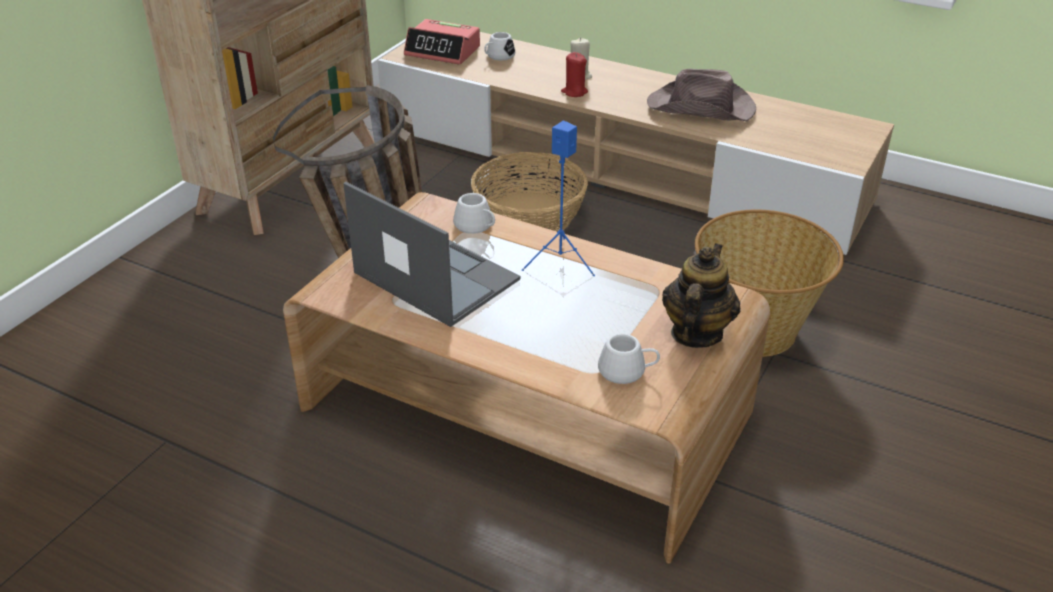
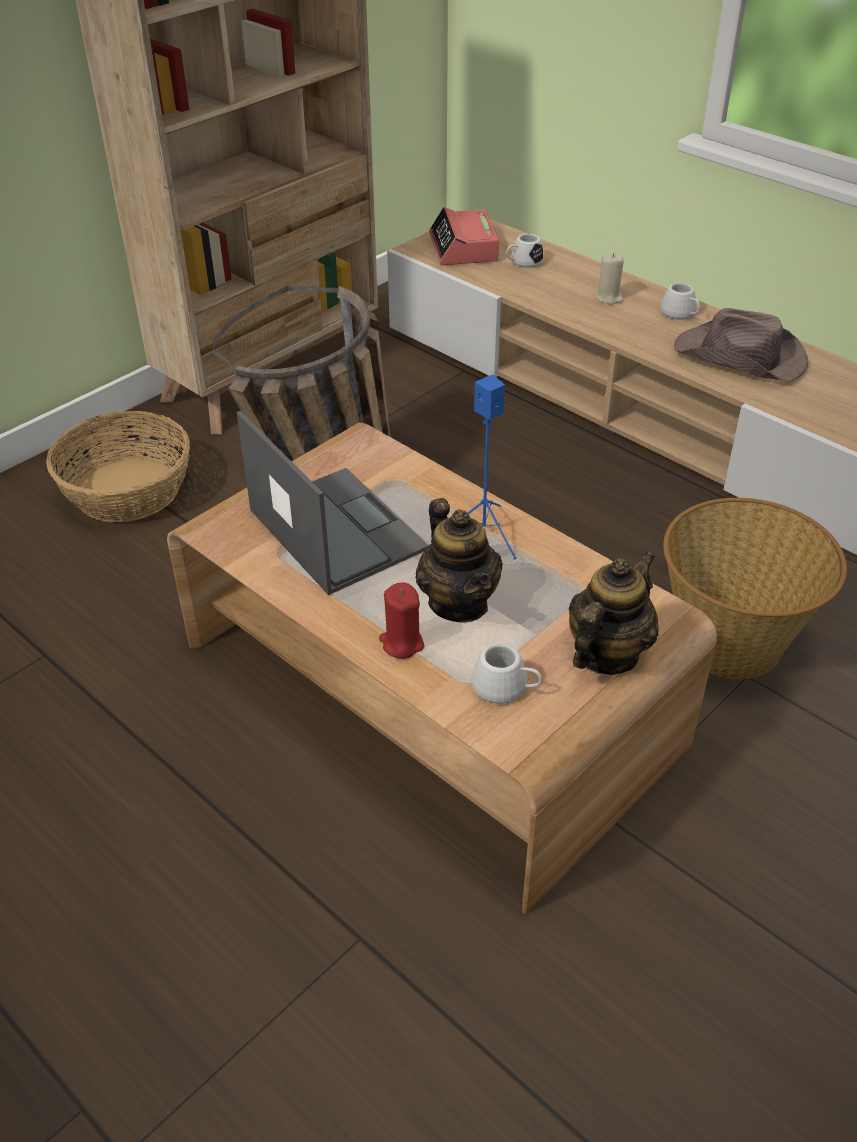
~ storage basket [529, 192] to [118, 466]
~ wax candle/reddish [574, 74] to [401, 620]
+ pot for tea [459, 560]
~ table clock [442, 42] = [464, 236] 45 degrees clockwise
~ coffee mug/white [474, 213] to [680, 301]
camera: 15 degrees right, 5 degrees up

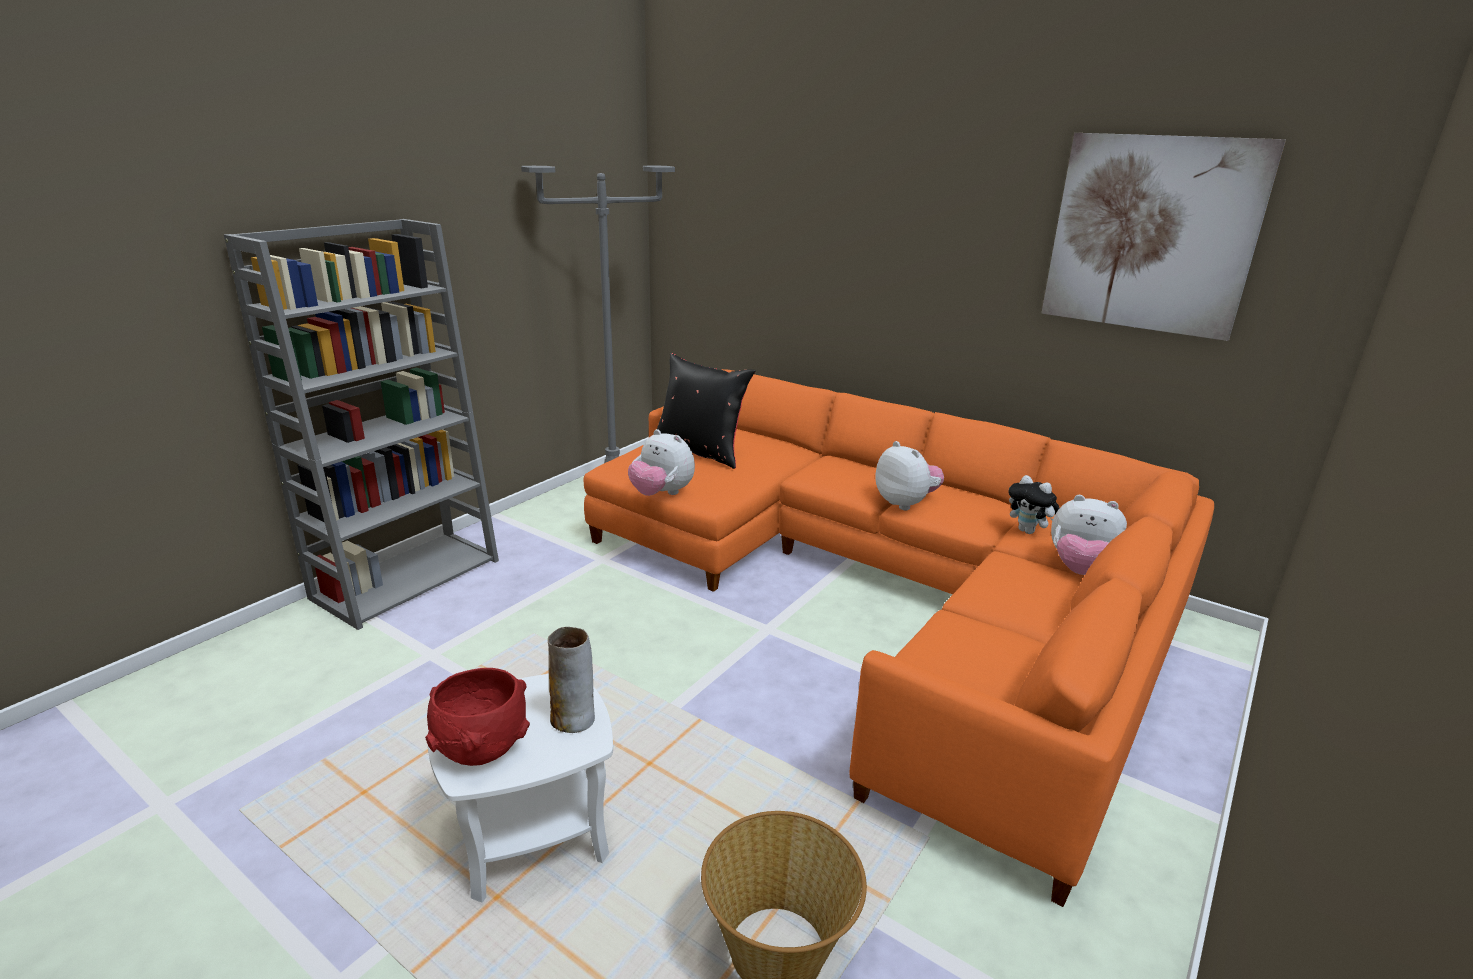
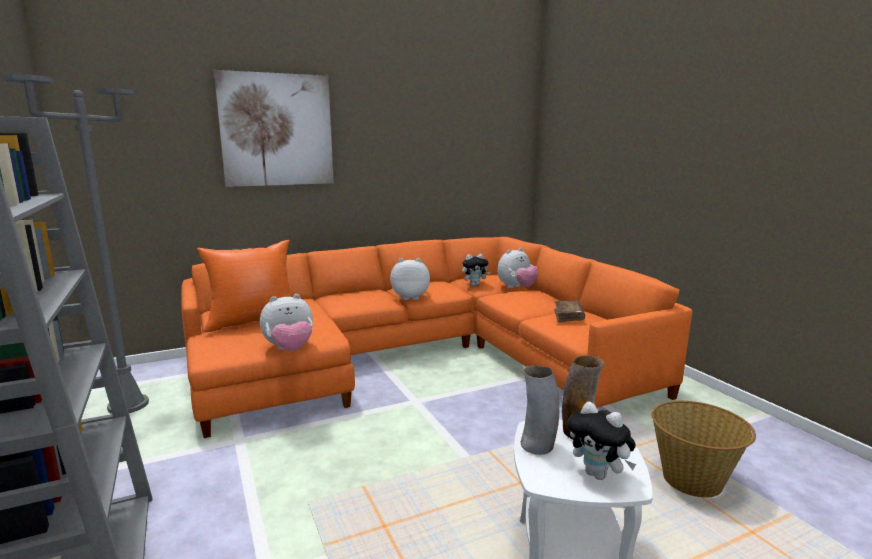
~ cushion/black-coloured [704, 411] to cushion/orange-coloured [244, 286]
~ wall art [1163, 237] to [274, 128]
+ decorative vase [540, 410]
+ book/brown [569, 311]
~ serving bowl/reddish [477, 717] to soft toy [602, 441]
camera: 60 degrees left, 10 degrees down

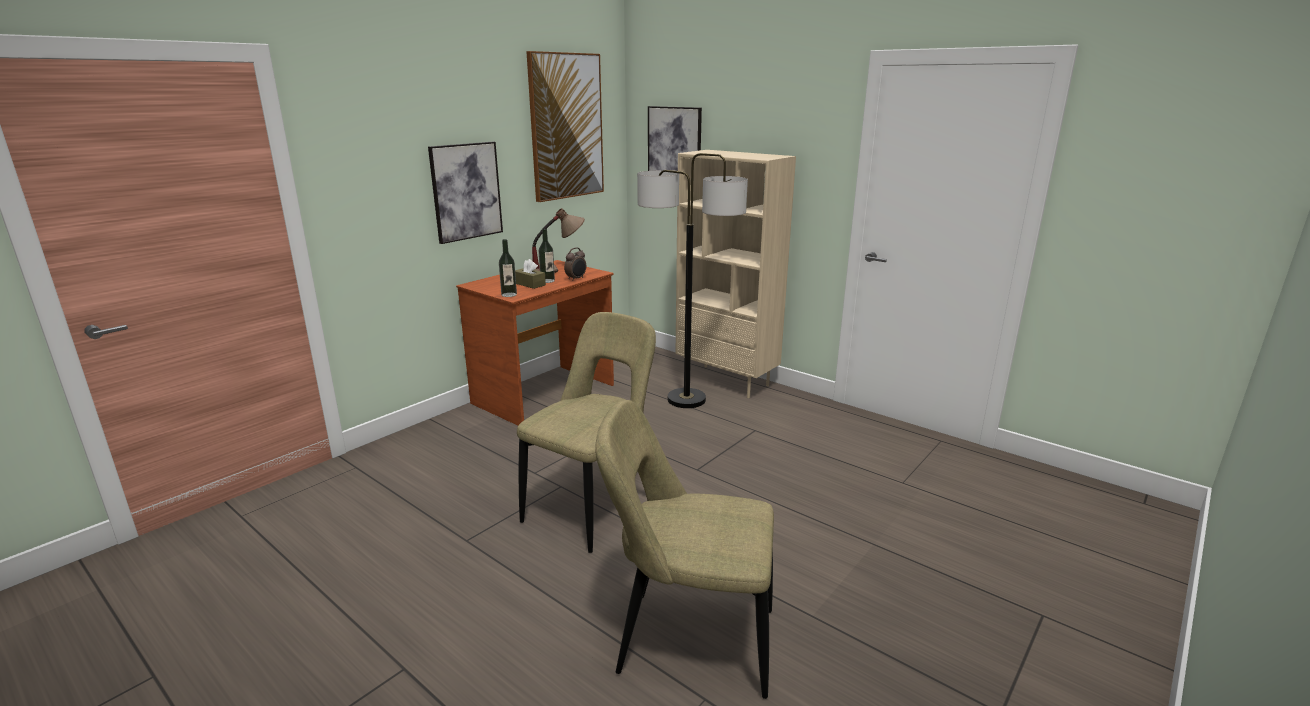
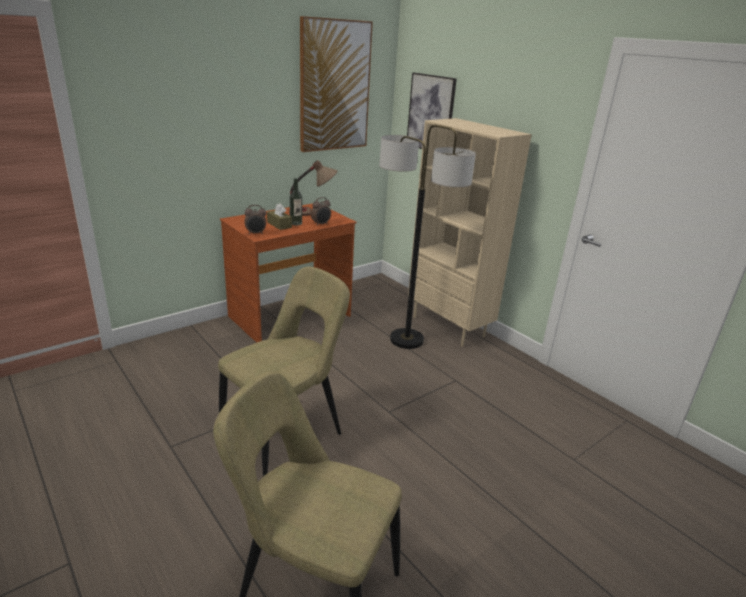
~ drink bottle [508, 268] to table clock [255, 220]
- wall art [465, 193]
camera: 10 degrees right, 5 degrees up

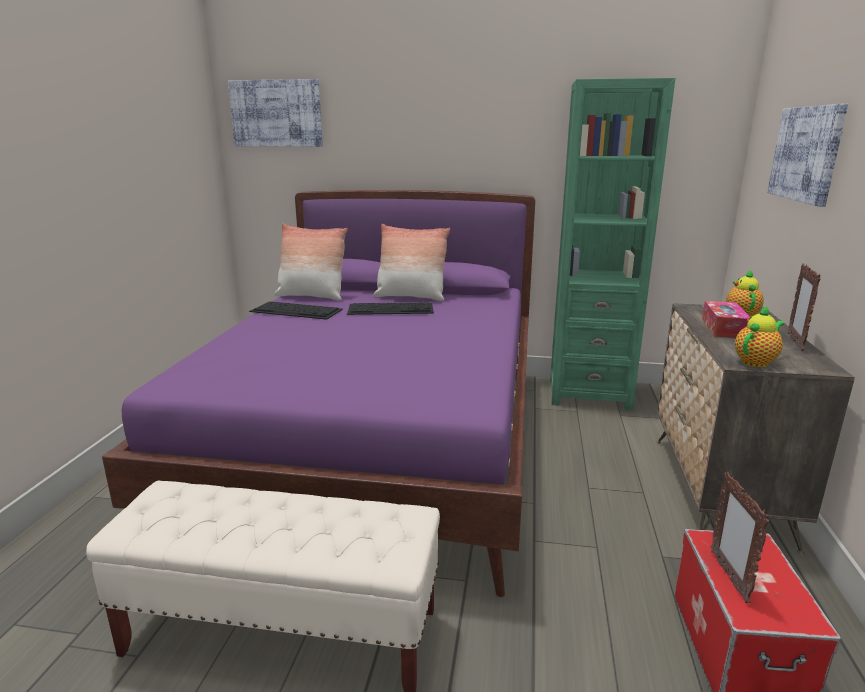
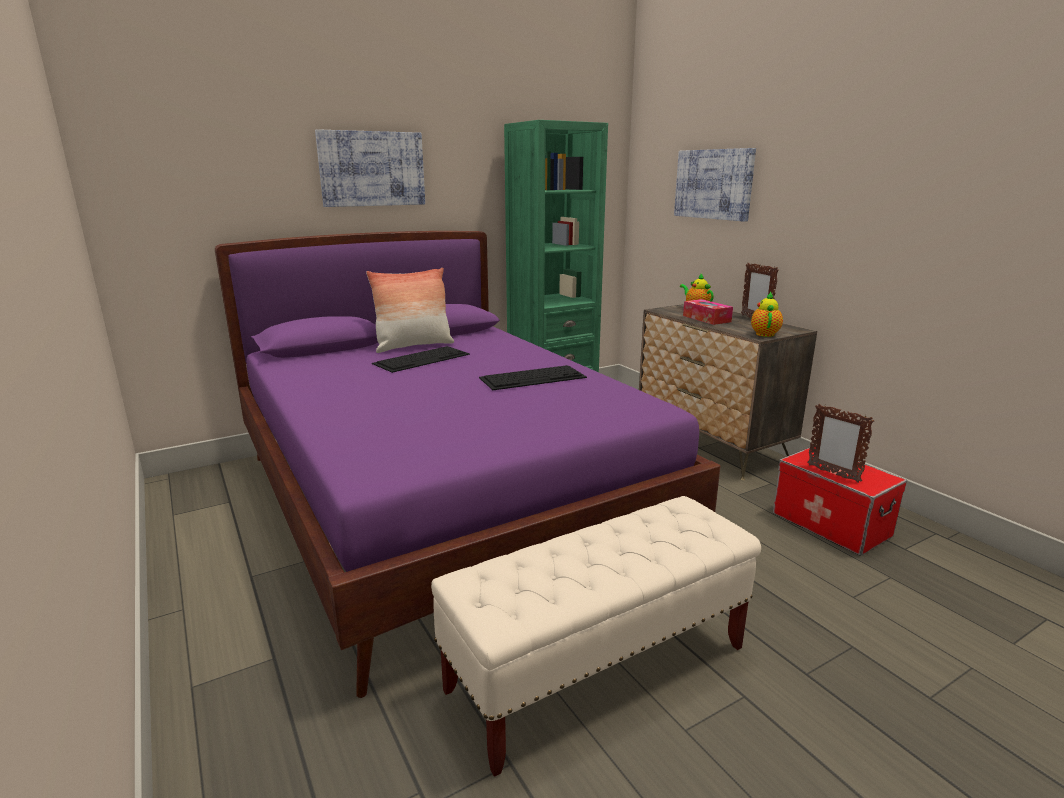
~ wall art [275, 113] to [370, 168]
~ PC keyboard [296, 310] to [533, 377]
- cushion [311, 262]
camera: 40 degrees left, 0 degrees up

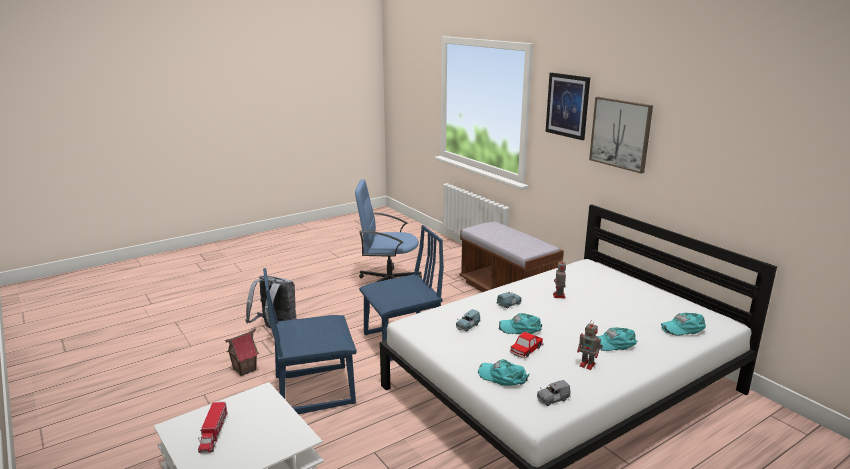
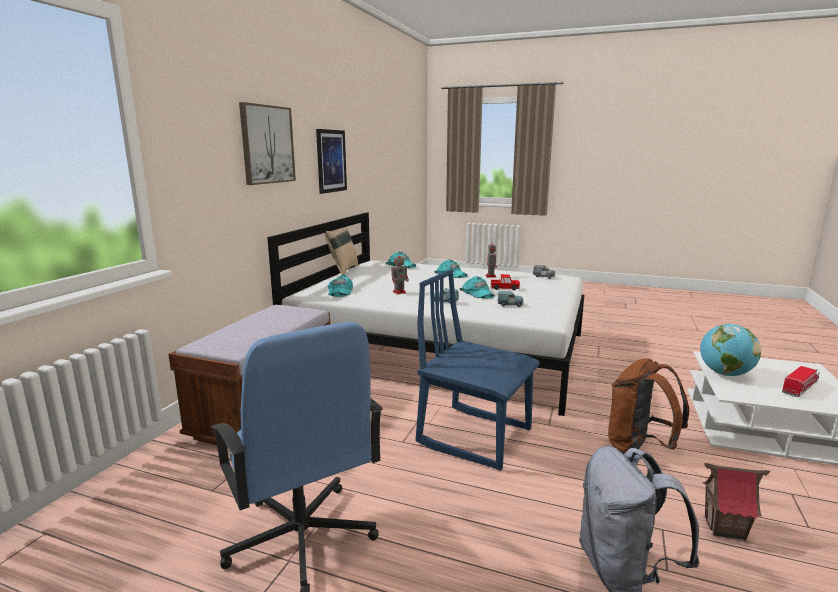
~ wall art [567, 106] to [331, 161]
+ cushion/beige [341, 251]
~ peaked cap/turquoise [504, 372] to [340, 286]
~ chair/blue [310, 341] to knapsack/brown [648, 406]
+ desk globe [730, 350]
camera: 125 degrees left, 5 degrees down

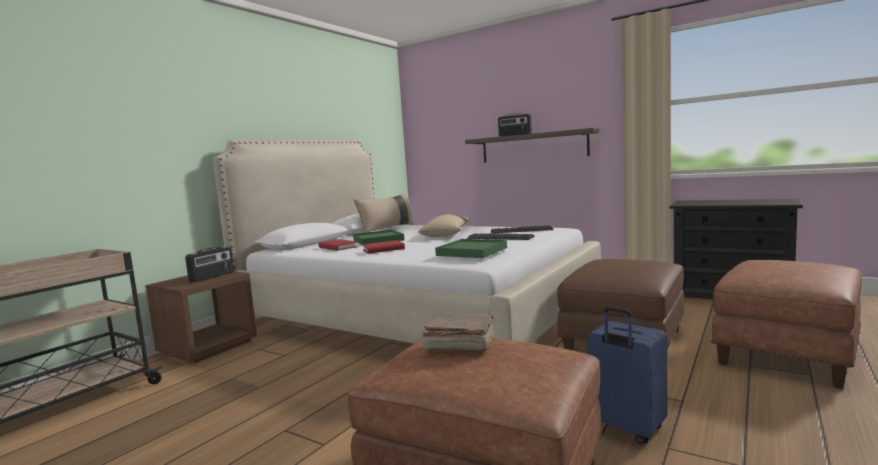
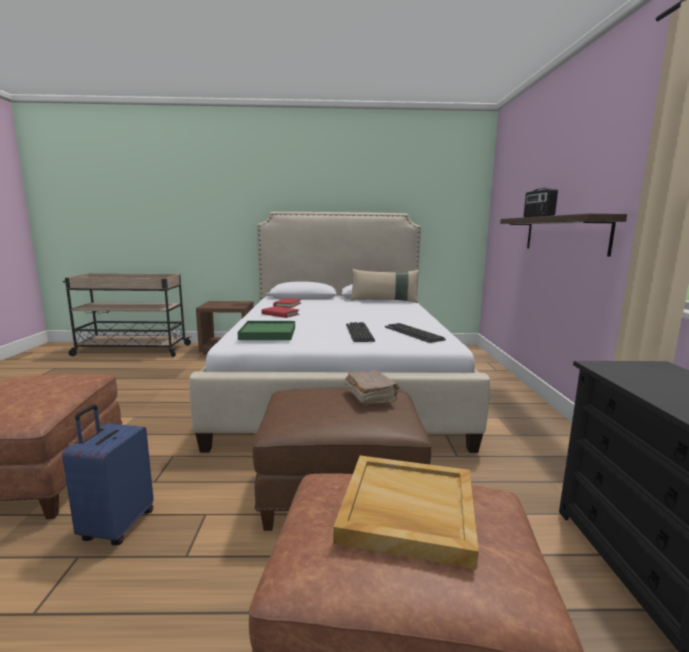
+ tray/beige [406, 512]
~ book/brown [457, 332] to [372, 387]
- radio set [209, 264]
- tray/green-coloured [378, 237]
- cushion/beige [445, 225]
camera: 55 degrees right, 5 degrees up

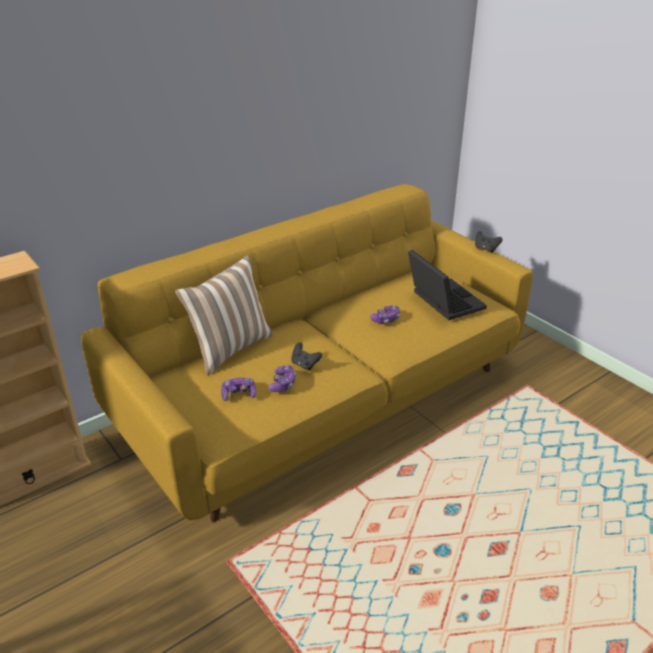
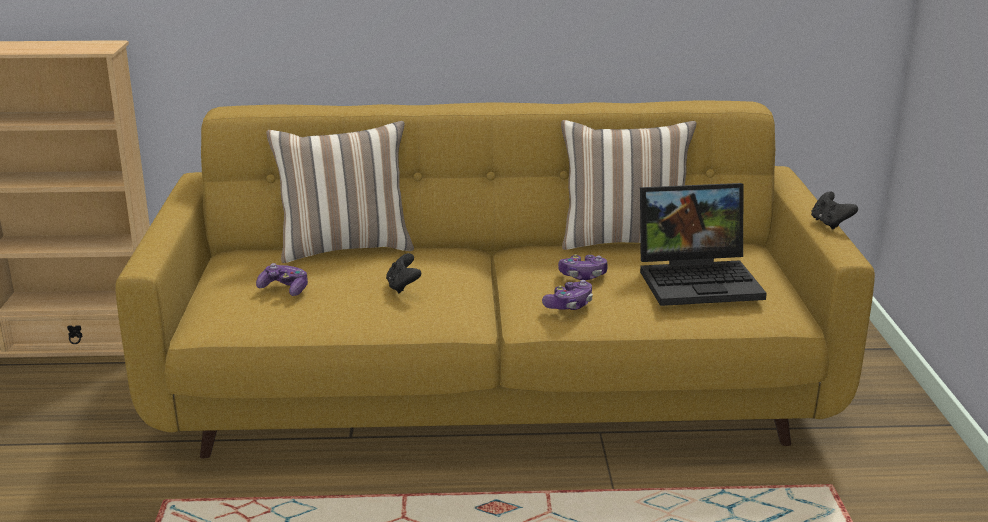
~ gamepad [282, 378] to [567, 295]
+ cushion [629, 185]
~ portable computer [447, 285] = [703, 244] 75 degrees clockwise
camera: 35 degrees right, 10 degrees down

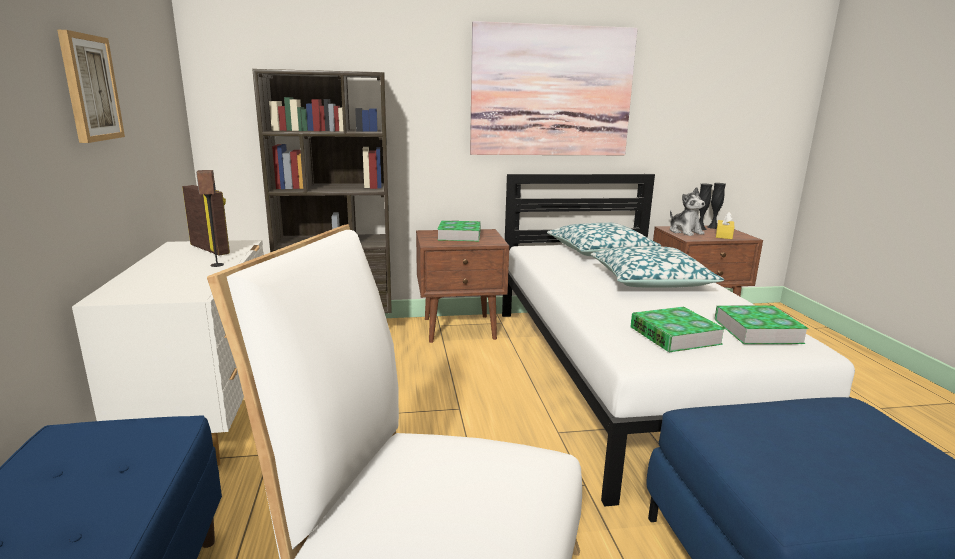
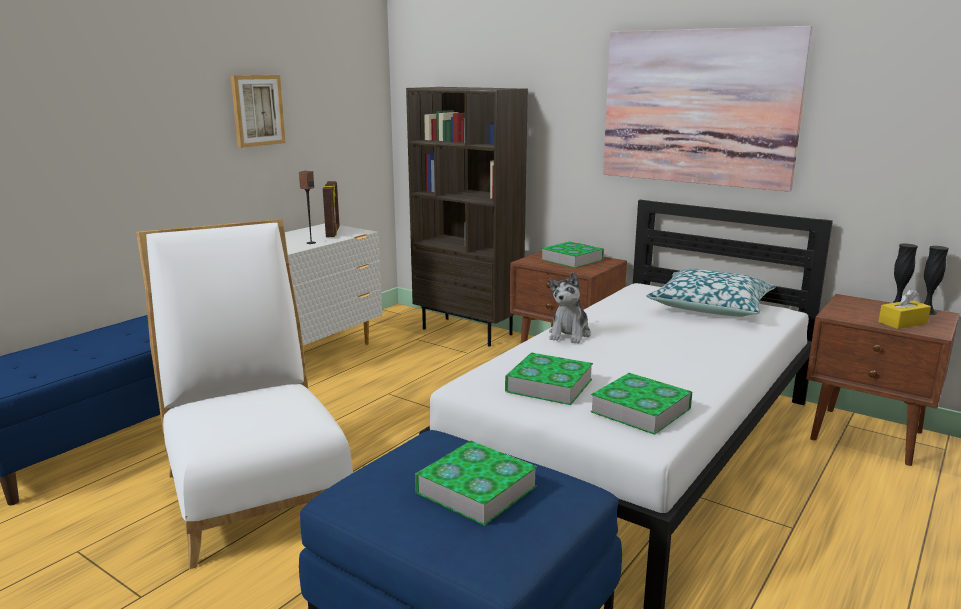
+ book [476, 483]
~ soft toy [687, 211] to [570, 307]
- cushion [657, 267]
camera: 45 degrees right, 0 degrees up

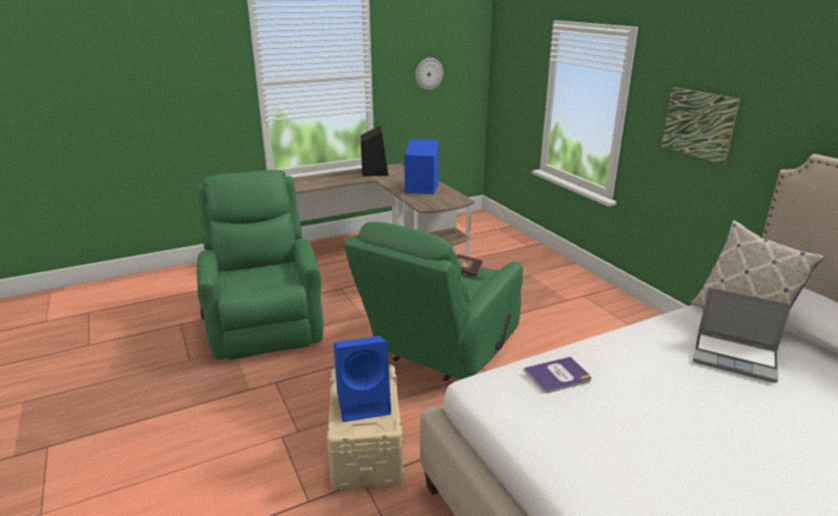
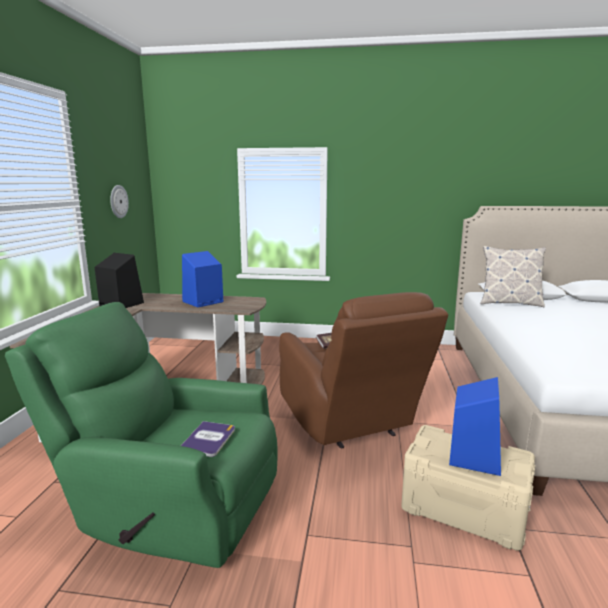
~ book [558, 375] to [208, 439]
~ easy chair/green-coloured [433, 301] to easy chair/brown [363, 370]
- wall art [700, 126]
- portable computer [742, 335]
camera: 55 degrees left, 10 degrees down

